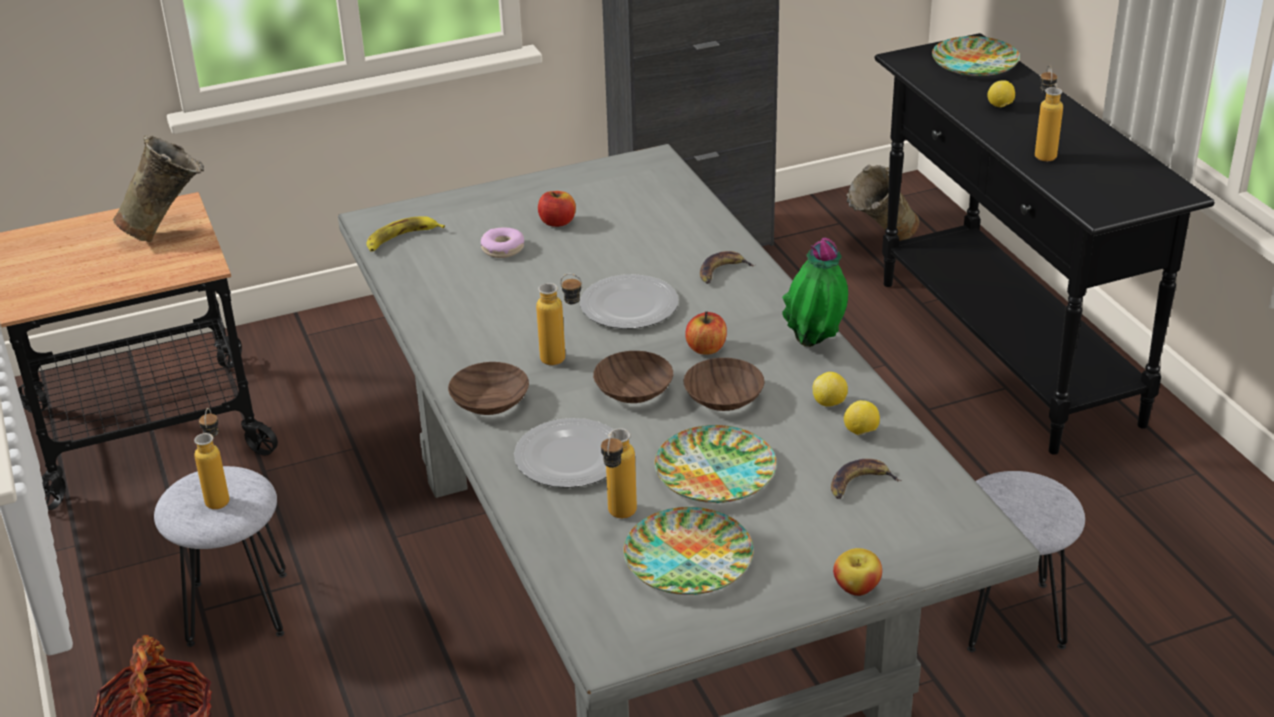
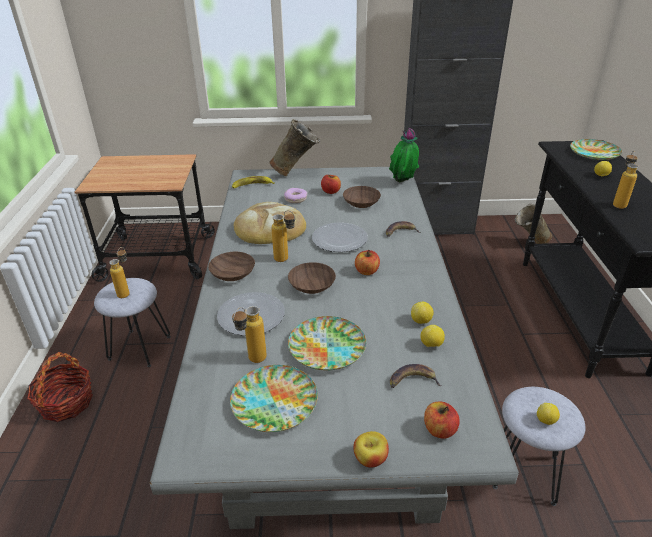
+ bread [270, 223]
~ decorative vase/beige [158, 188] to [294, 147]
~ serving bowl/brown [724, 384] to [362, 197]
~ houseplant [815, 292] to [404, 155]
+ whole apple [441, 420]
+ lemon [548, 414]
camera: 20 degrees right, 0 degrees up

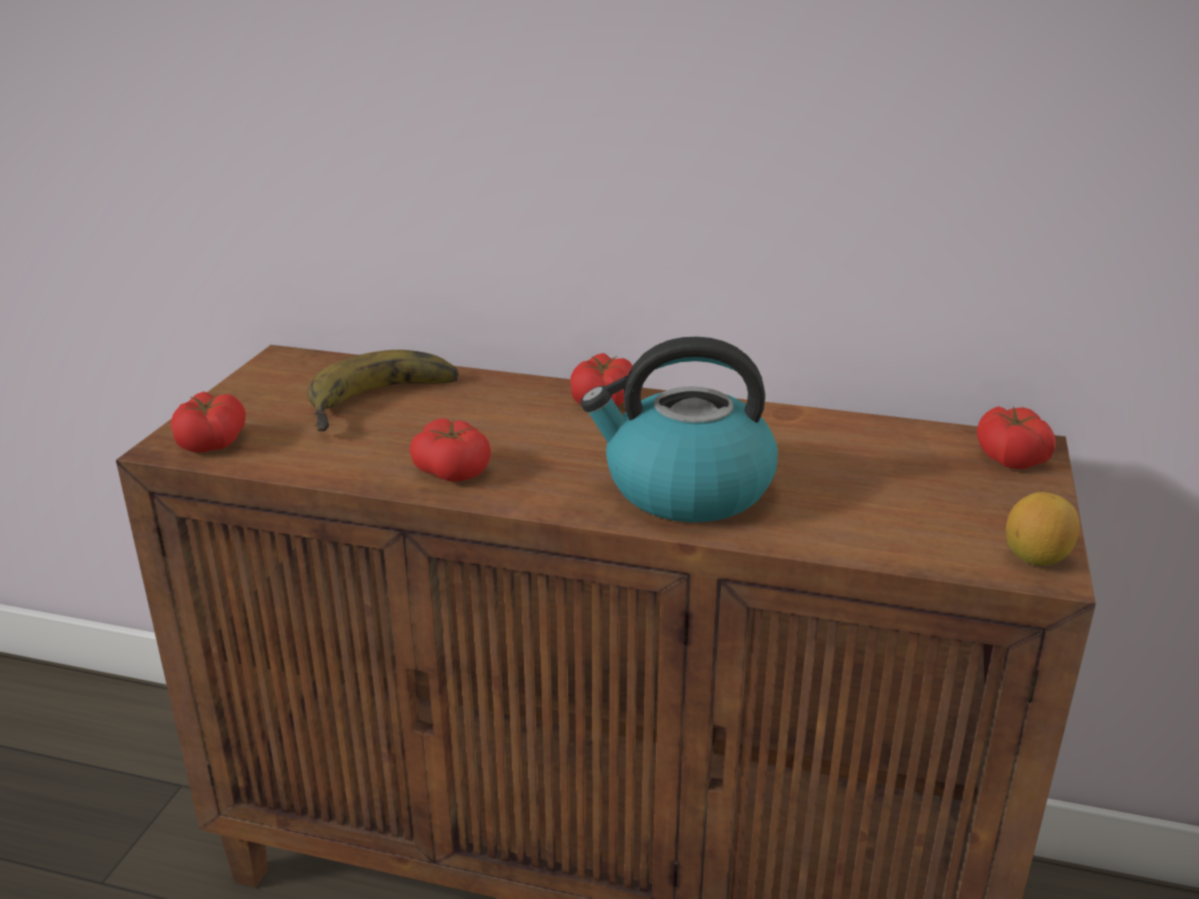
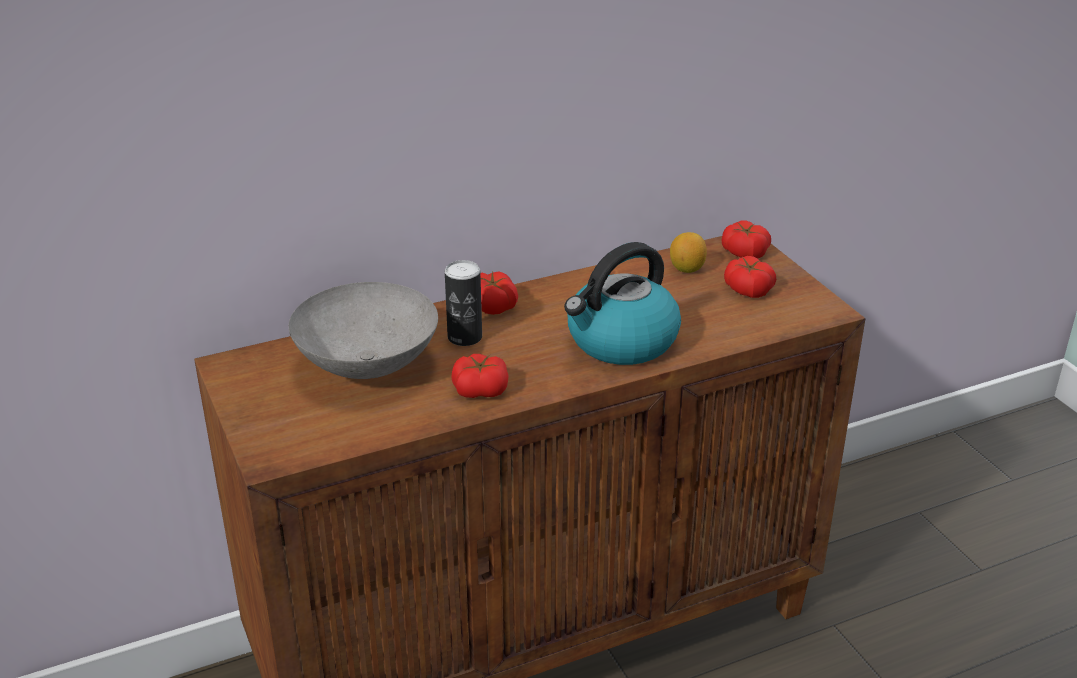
~ banana fruit [383, 390] to serving bowl/greyish [363, 330]
+ sealed can [463, 303]
~ lemon [1043, 529] to [688, 252]
~ fresh tomato [208, 422] to [750, 277]
camera: 40 degrees left, 5 degrees up

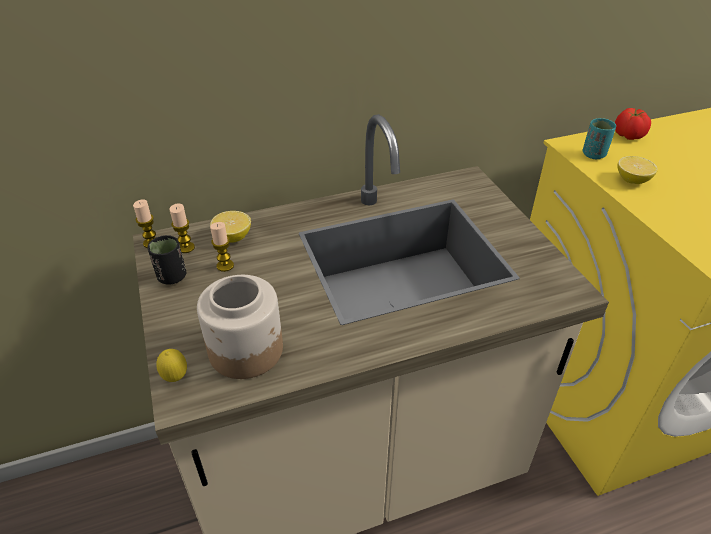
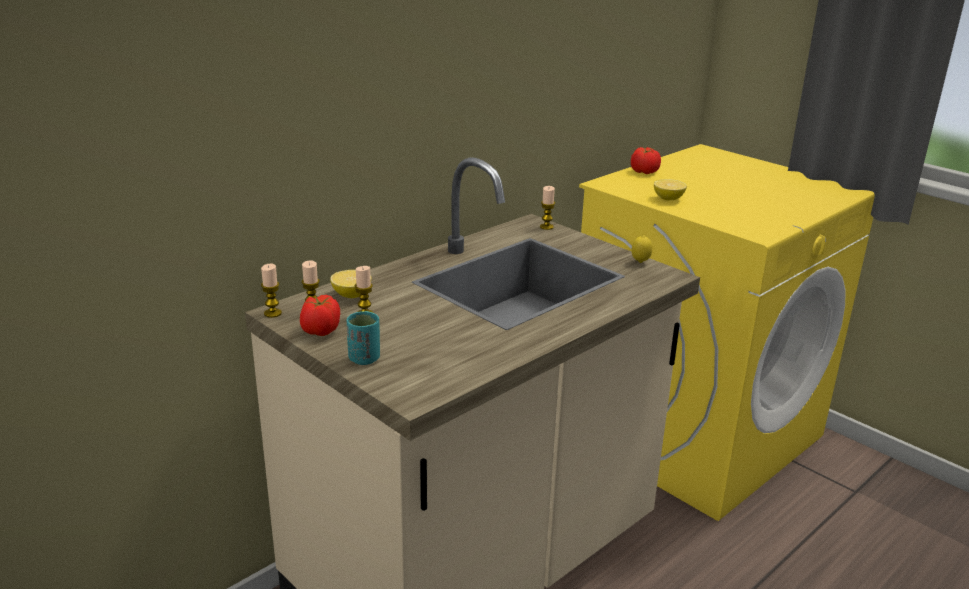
~ small cup/black-coloured [167, 259] to fresh tomato [320, 315]
~ small cup/turquoise [599, 138] to [363, 338]
+ wax candle [547, 208]
~ lemon [171, 365] to [641, 249]
- jar [240, 327]
camera: 25 degrees left, 15 degrees down

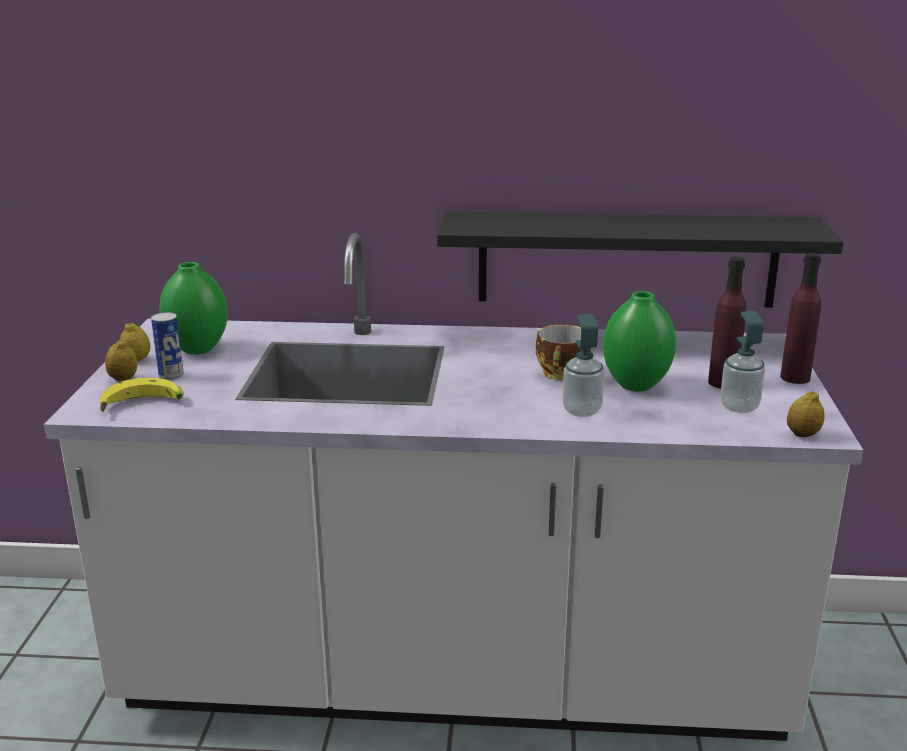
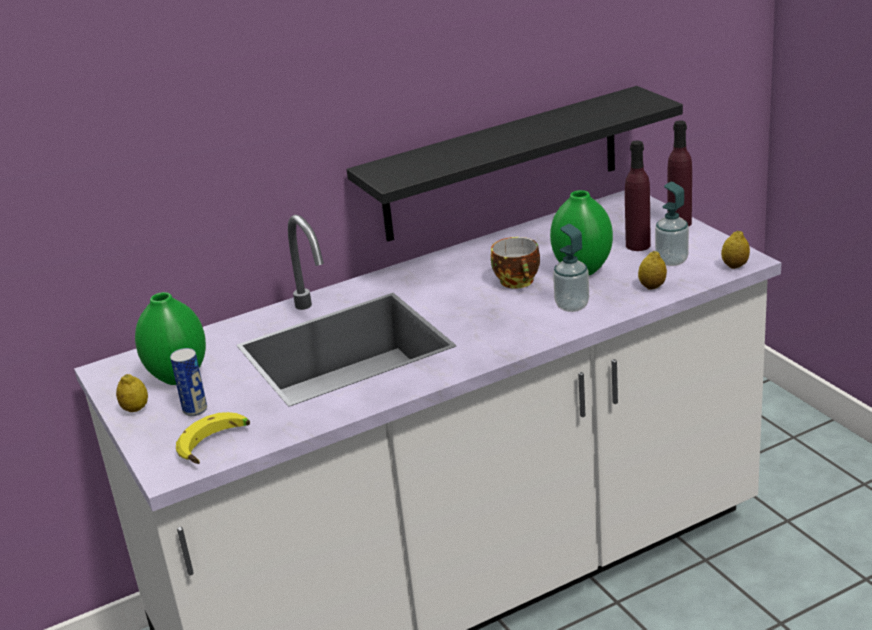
~ lemon [121, 360] to [652, 270]
camera: 30 degrees left, 5 degrees up

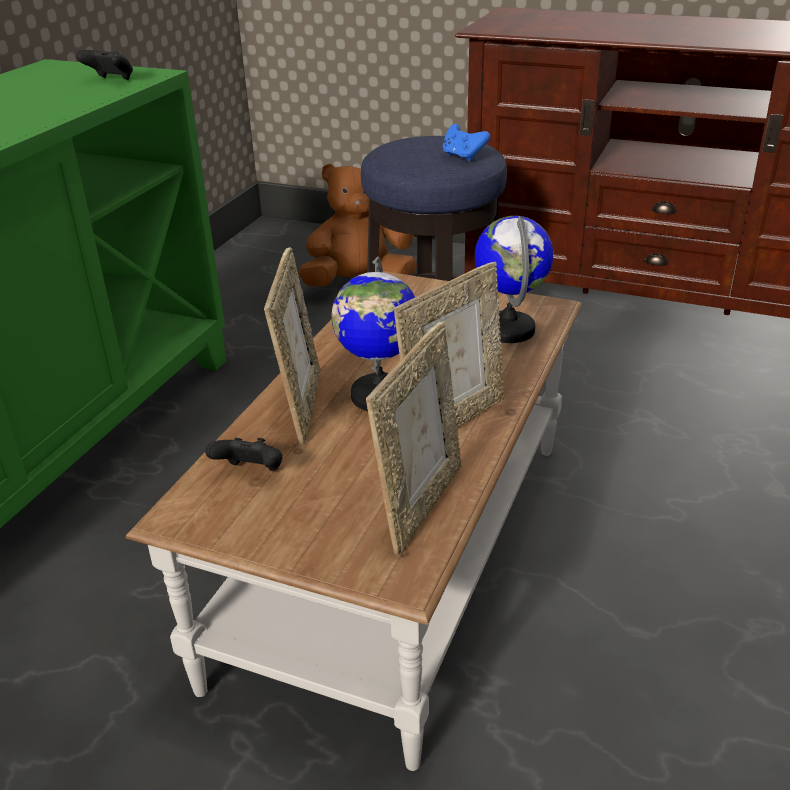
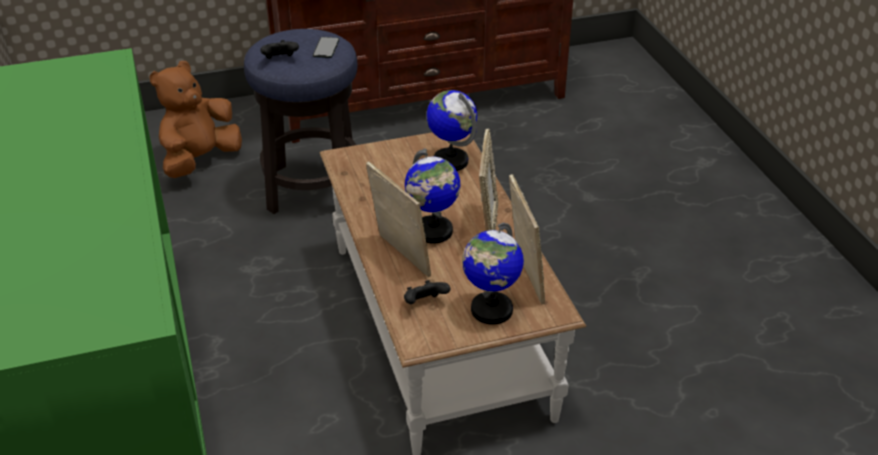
~ gamepad/black-coloured [104, 65] to [279, 49]
~ gamepad/blue [466, 143] to handset [326, 47]
+ desk globe [493, 273]
camera: 40 degrees left, 5 degrees up

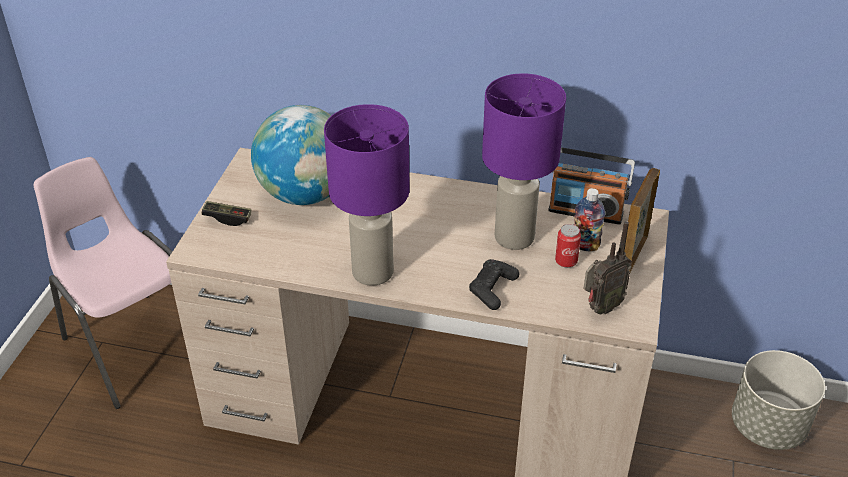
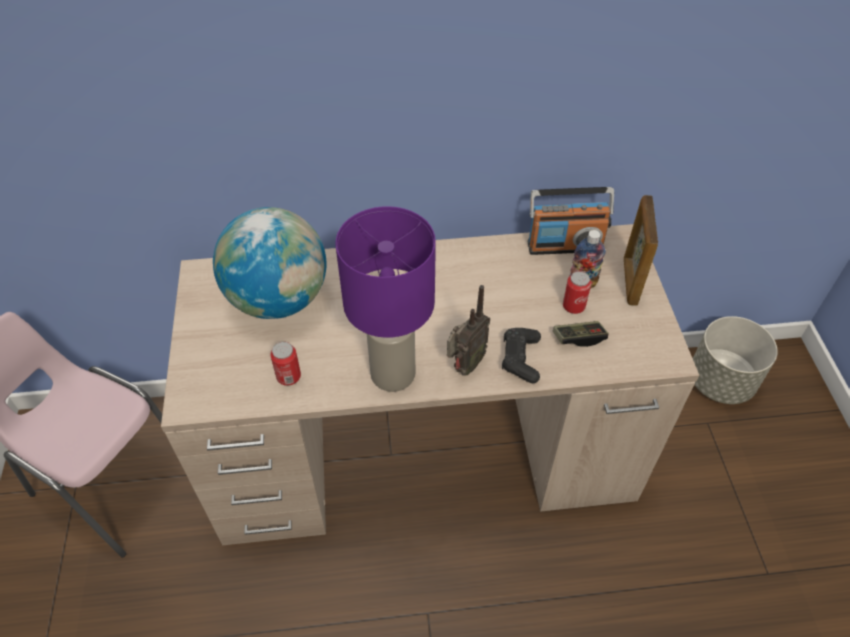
+ sealed can [285, 364]
~ radio set [608, 268] to [468, 330]
~ gamepad [226, 213] to [581, 334]
- table lamp/purplish [524, 161]
camera: 20 degrees left, 10 degrees up

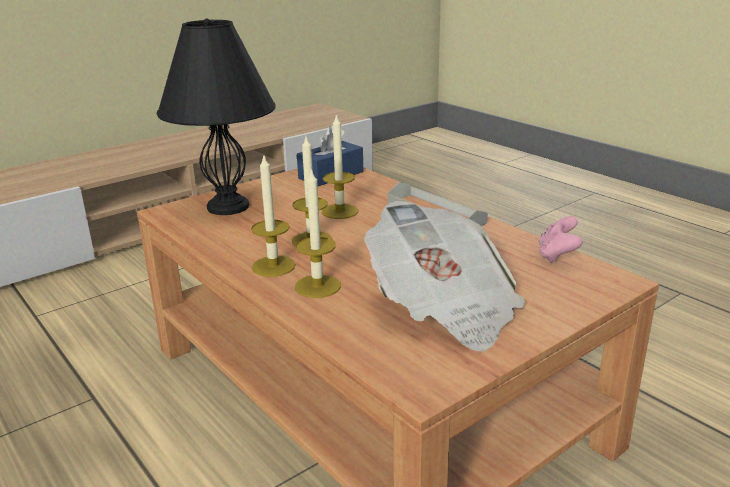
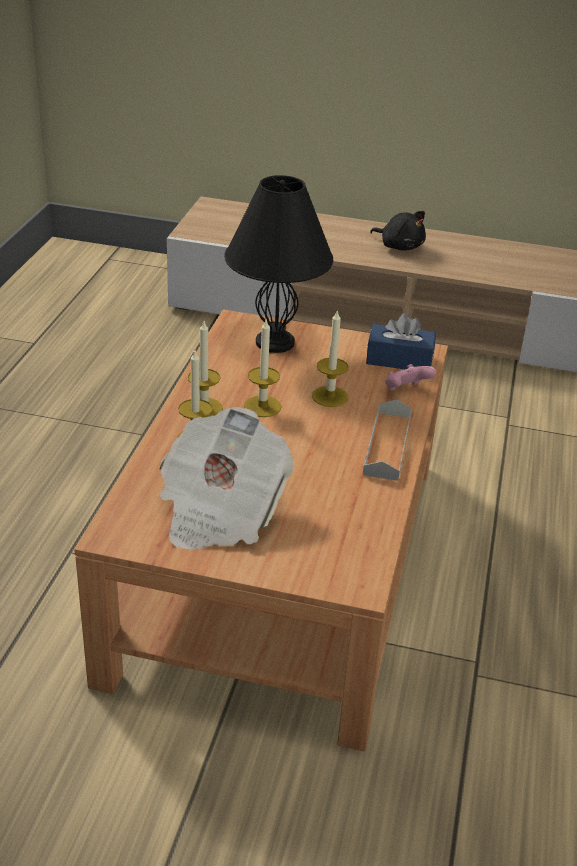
+ soft toy/black-coloured [398, 231]
~ gamepad/pink-coloured [560, 239] to [411, 377]
camera: 50 degrees right, 10 degrees up

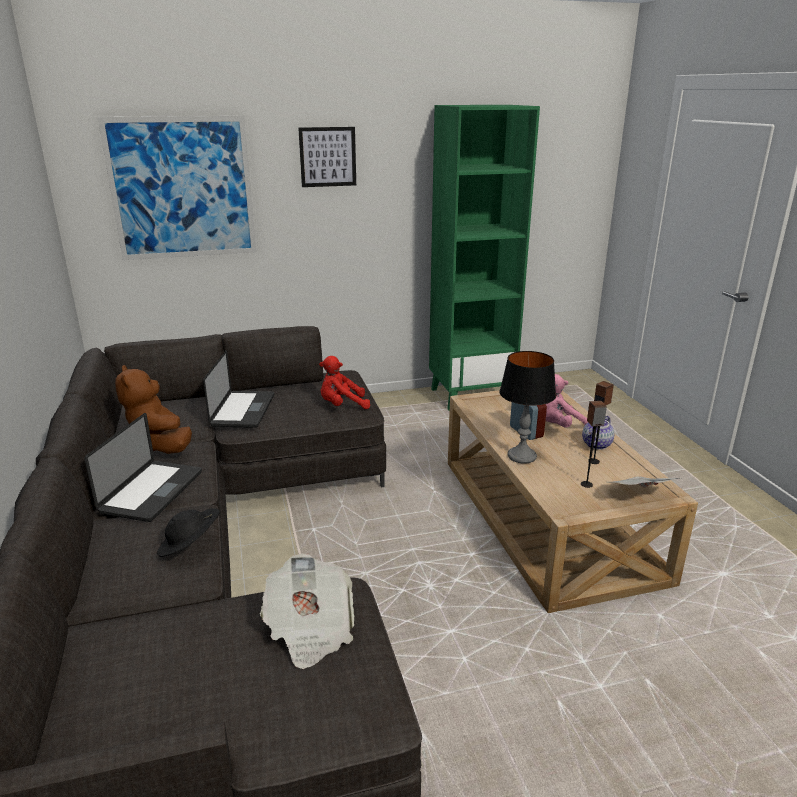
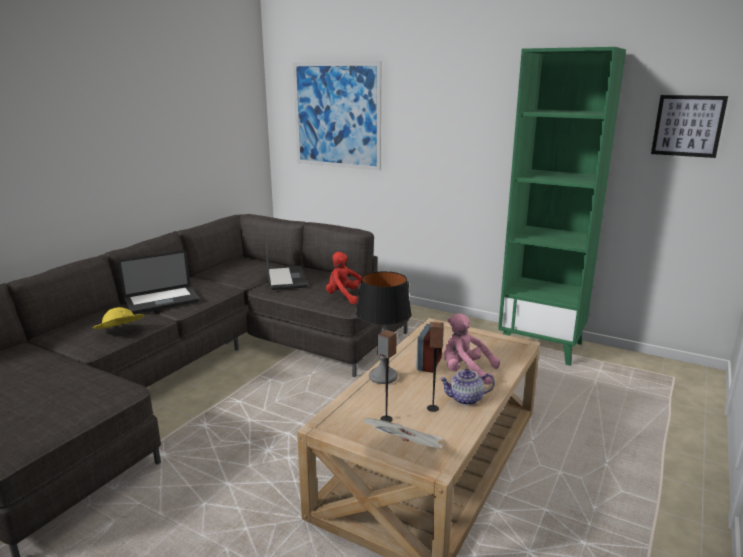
~ hat/black-coloured [188, 532] to hat/yellow-coloured [118, 318]
~ portable computer [238, 389] = [286, 263] 60 degrees counterclockwise
~ wall art [327, 157] to [689, 126]
- soft toy/brown [153, 409]
- daily paper [307, 611]
camera: 45 degrees right, 5 degrees down

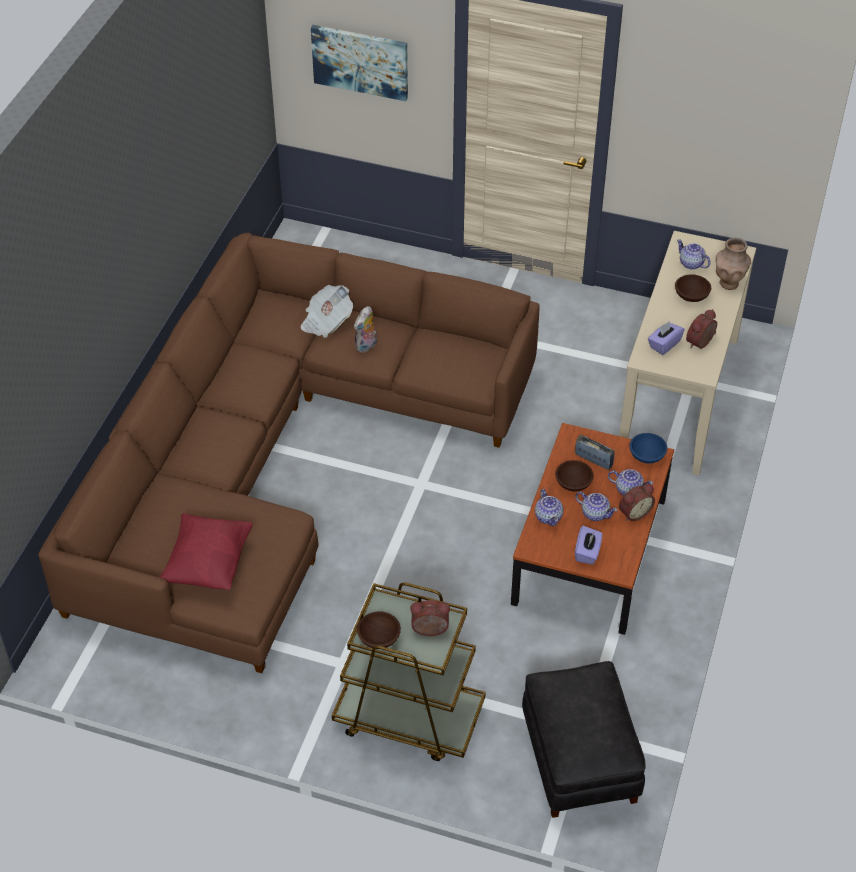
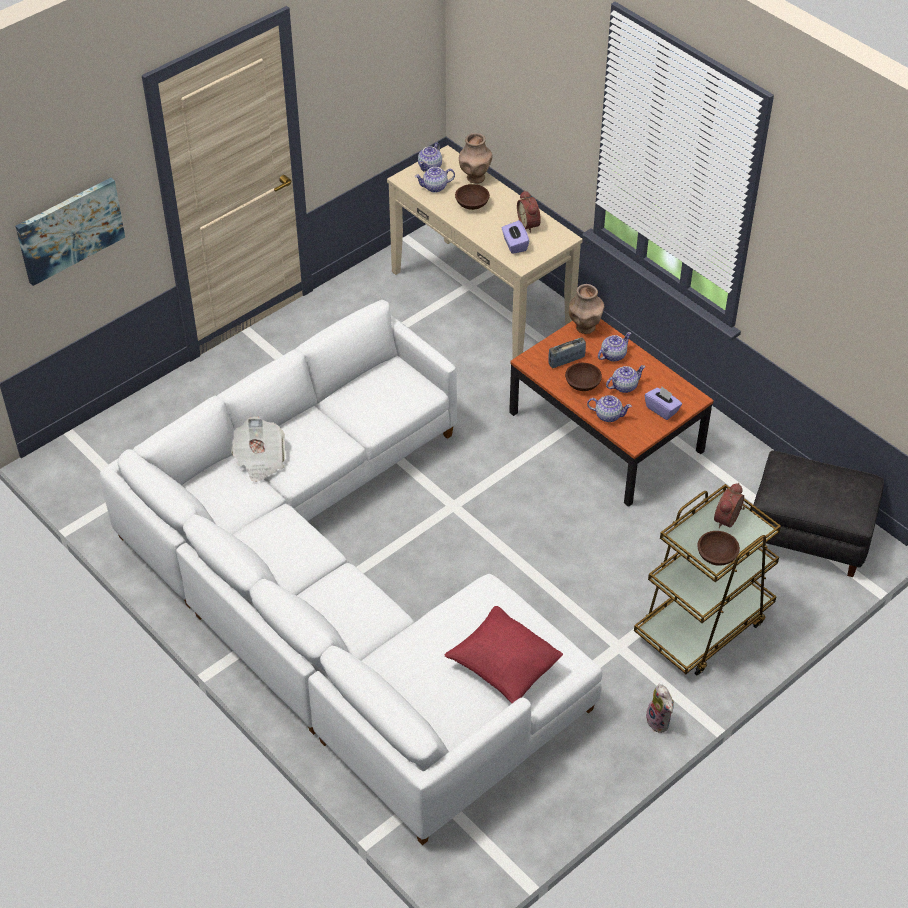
~ couch/brown [289, 453] to couch/white [351, 572]
+ pot for tea [430, 157]
~ serving bowl/blue [648, 448] to decorative vase/brown [586, 309]
~ soft toy [365, 329] to [660, 708]
- table clock [637, 502]
camera: 60 degrees left, 0 degrees up

